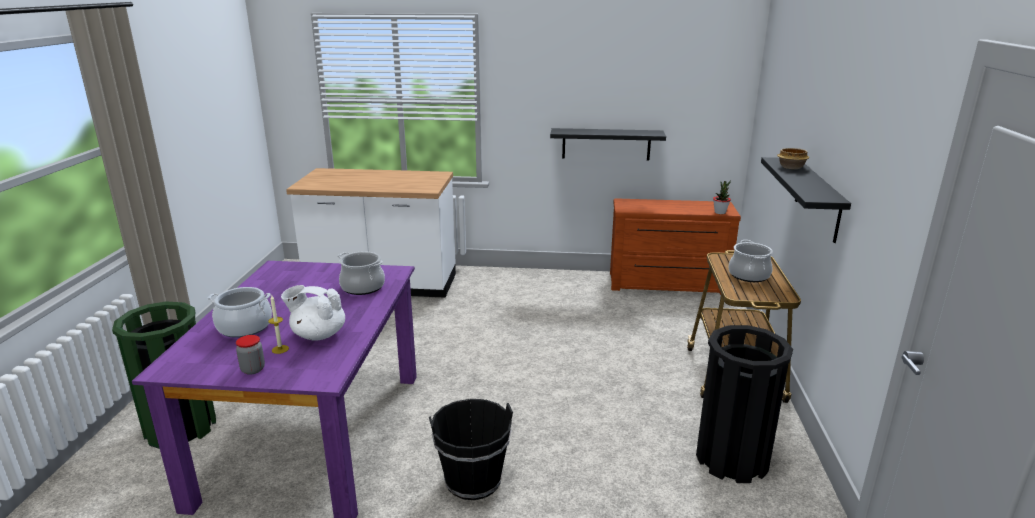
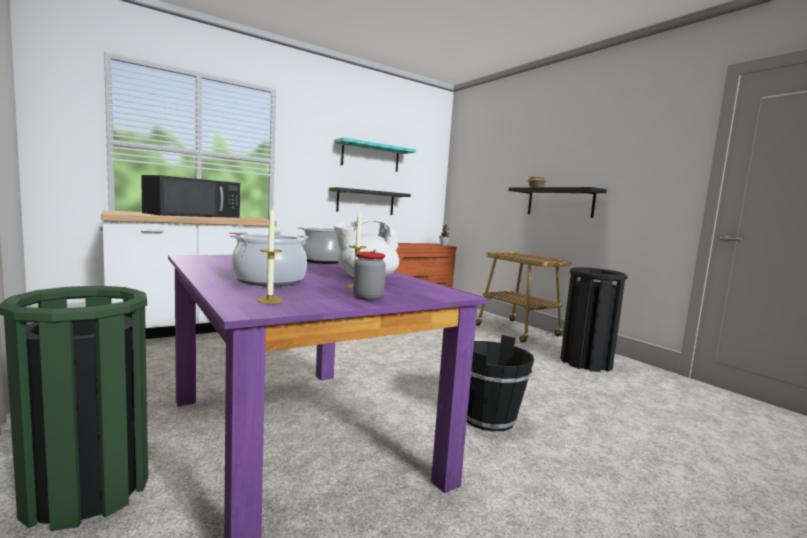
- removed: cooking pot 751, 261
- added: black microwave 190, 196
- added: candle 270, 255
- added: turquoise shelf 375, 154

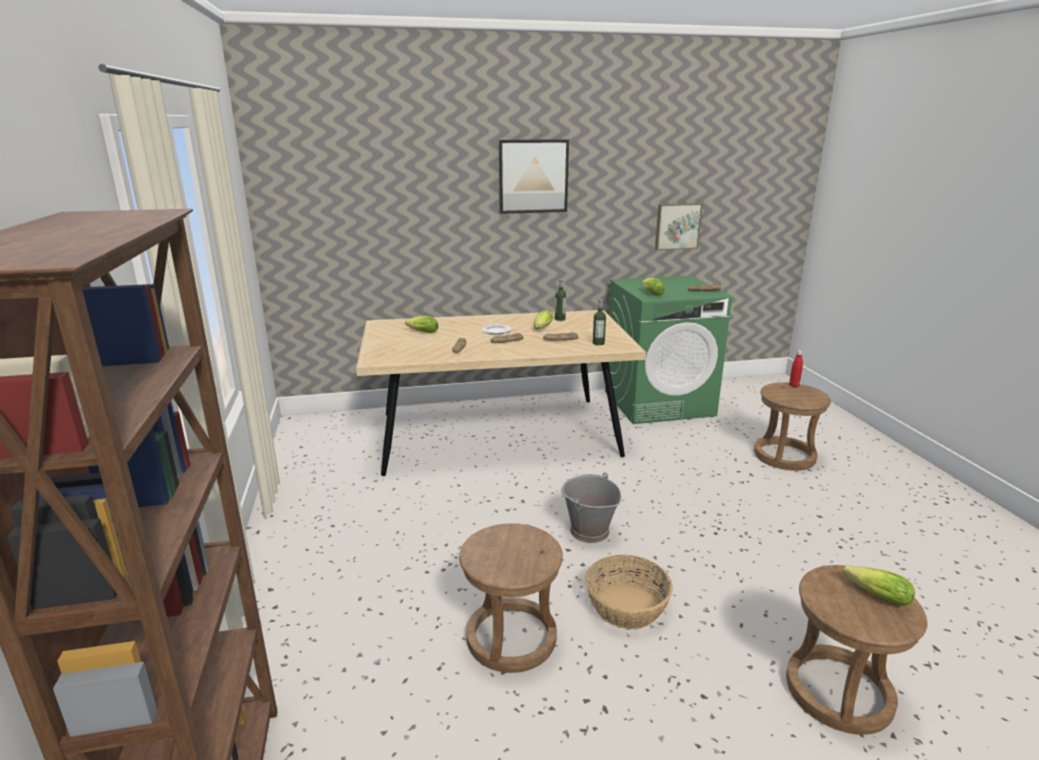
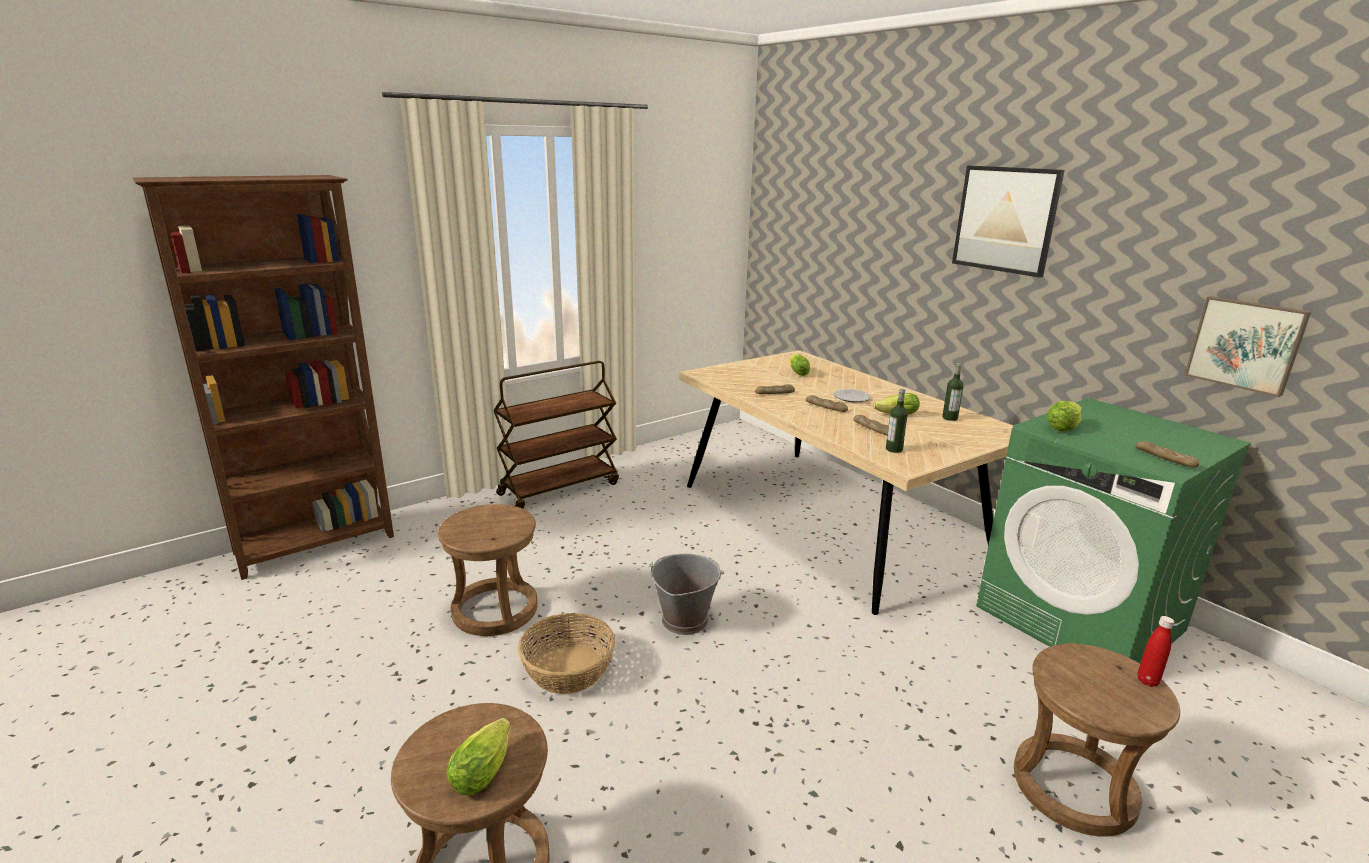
- added: brown cart 556, 435

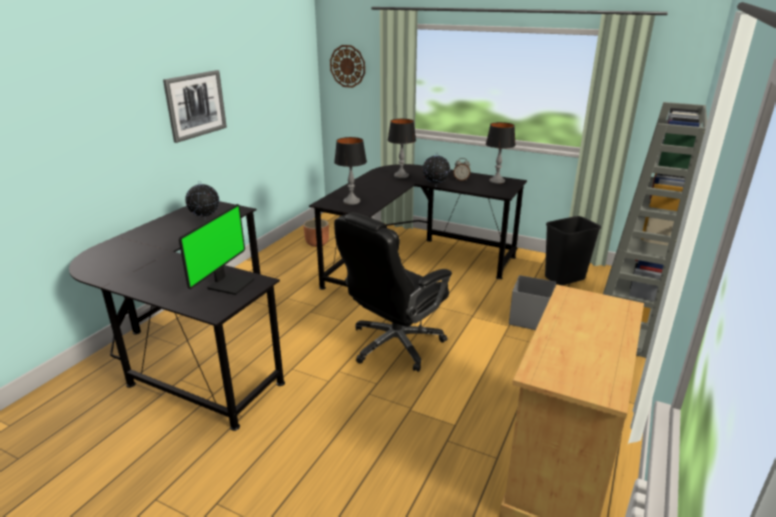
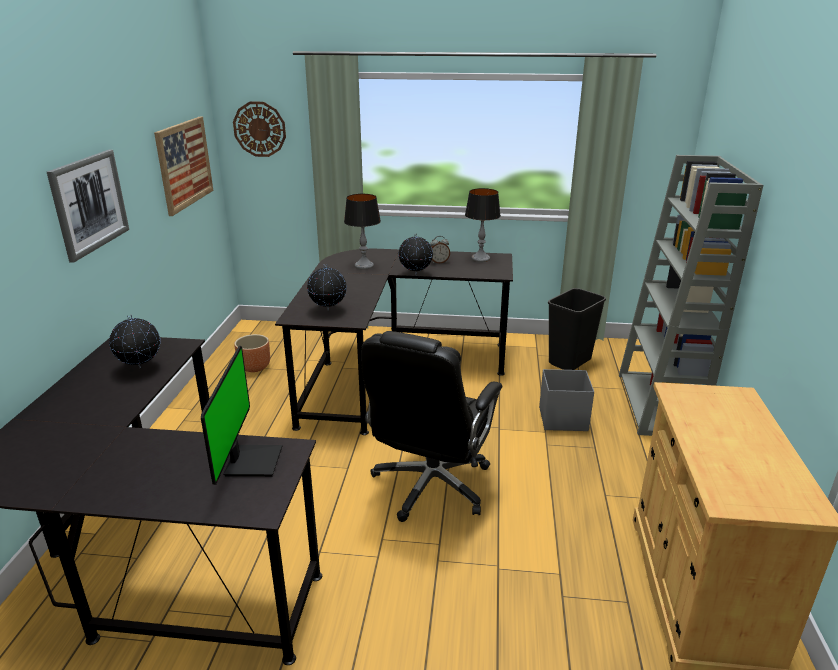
- added: picture 183, 166
- replaced: table lamp 350, 171 to globe 327, 287

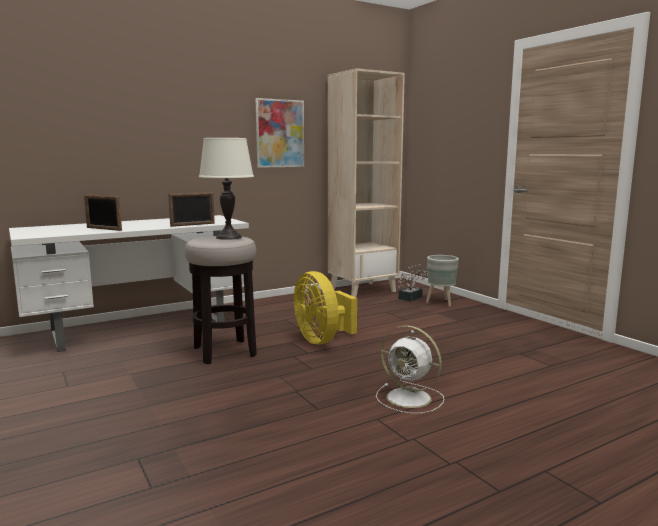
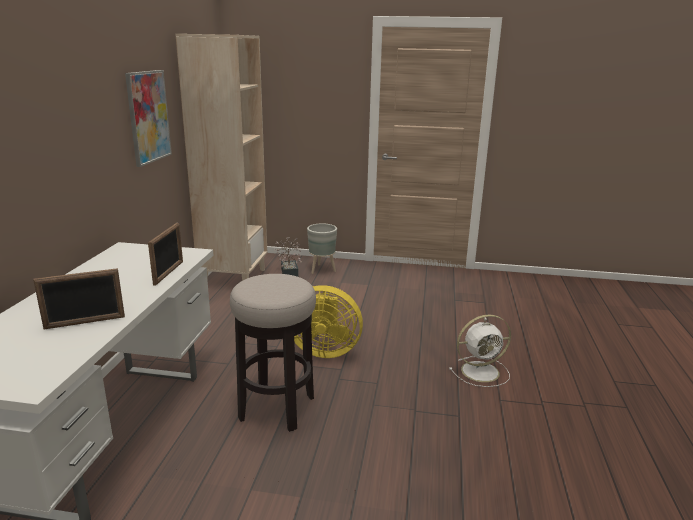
- removed: white table lamp 226, 189

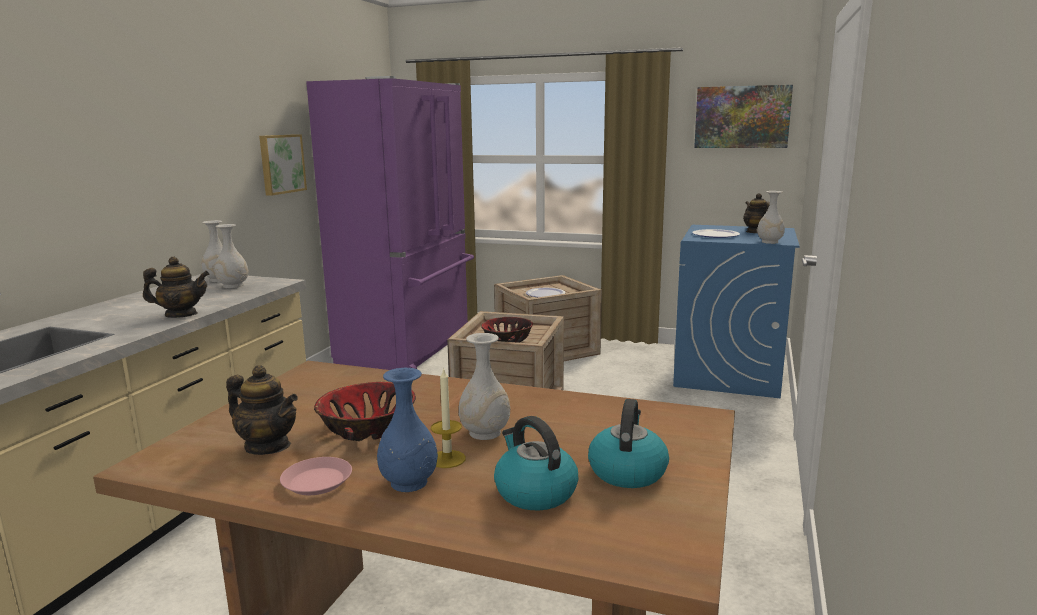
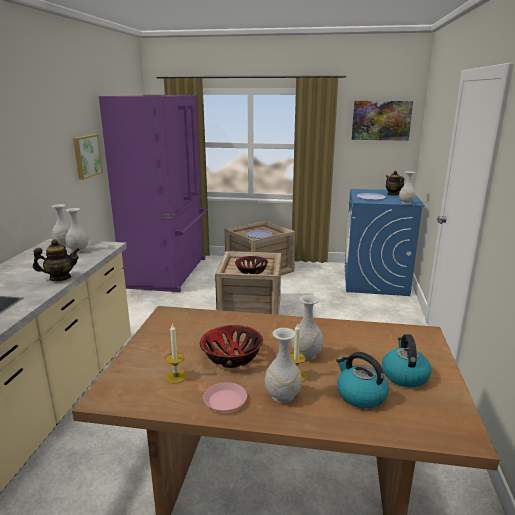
- replaced: teapot 262, 410 to candle 176, 354
- recoloured: blue vase 407, 430 to white vase 283, 365

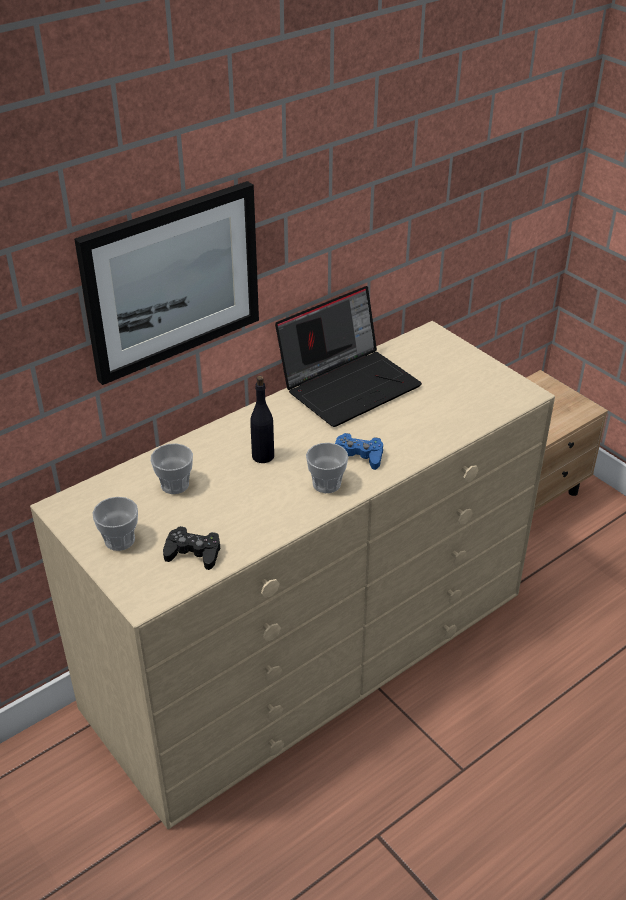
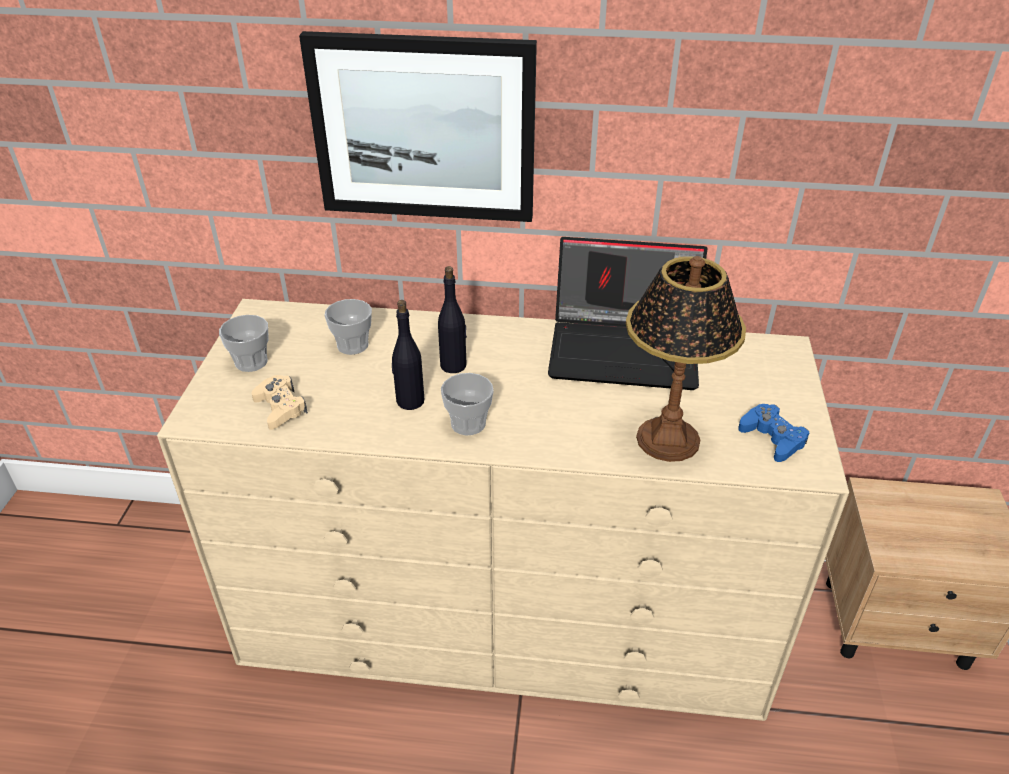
- added: black bottle 408, 355
- added: table lamp 686, 359
- moved: blue game controller 359, 451 to 774, 433
- recoloured: black game controller 191, 548 to beige game controller 280, 402

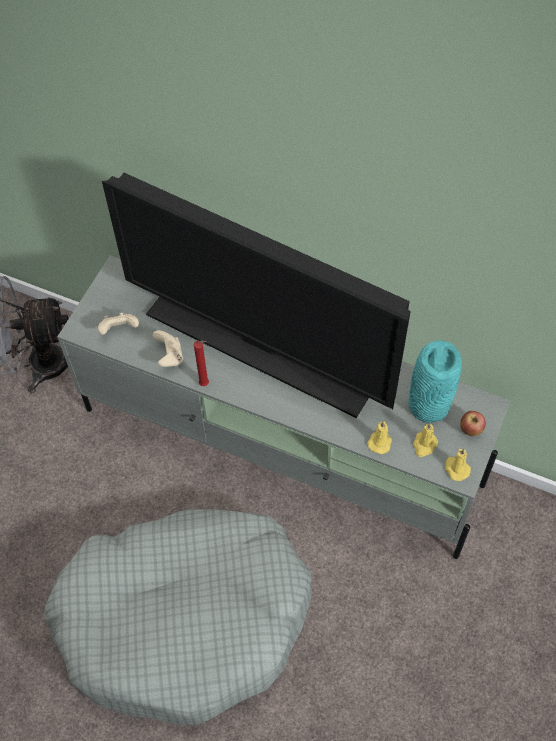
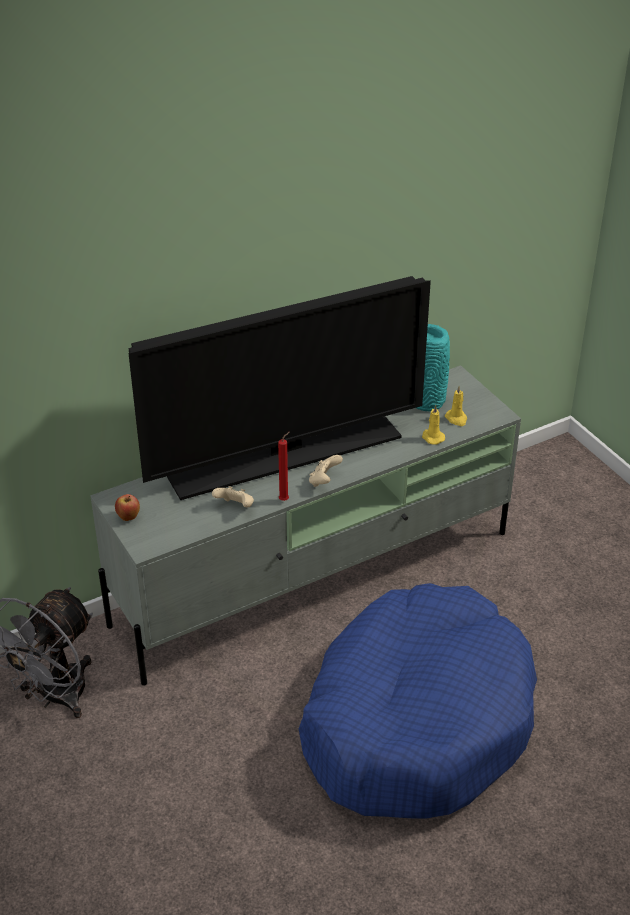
- removed: yellow candle 458, 465
- moved: beige game controller 118, 324 to 326, 471
- moved: apple 473, 424 to 127, 507
- recoloured: grey dog bed 178, 617 to blue dog bed 418, 700

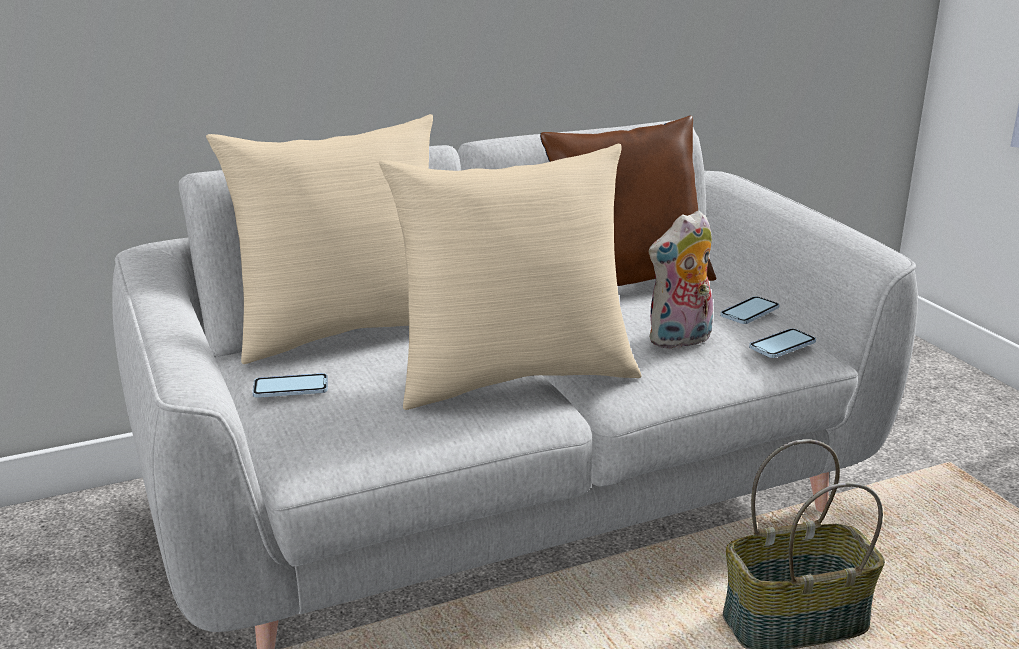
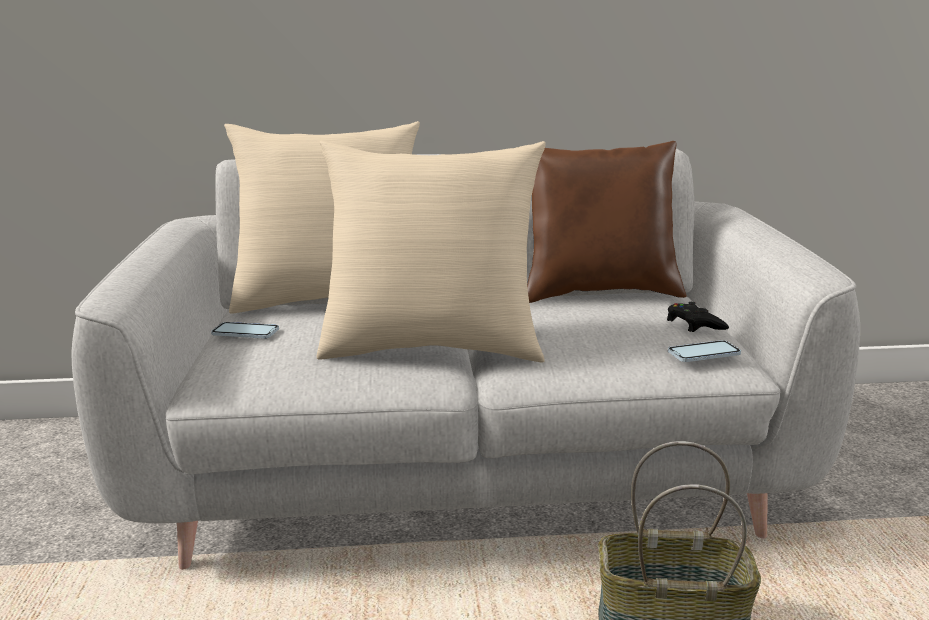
- removed: plush toy 681, 280
- replaced: phone 750, 310 to black game controller 698, 317

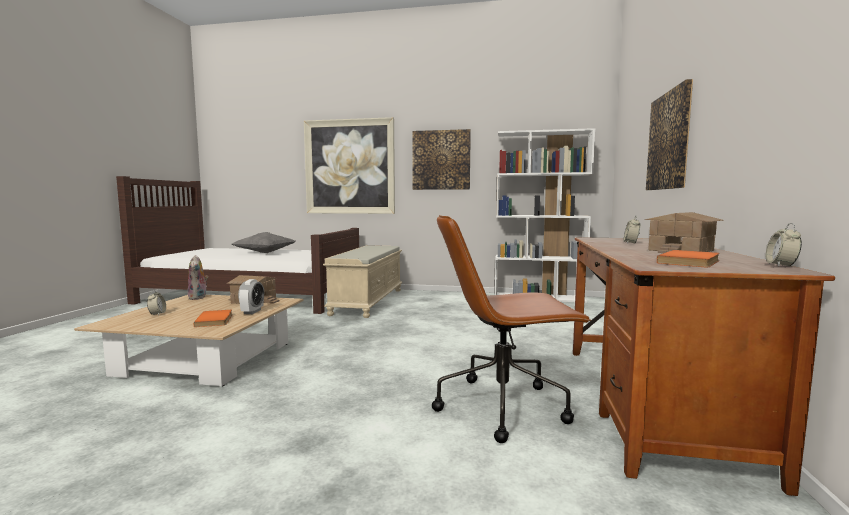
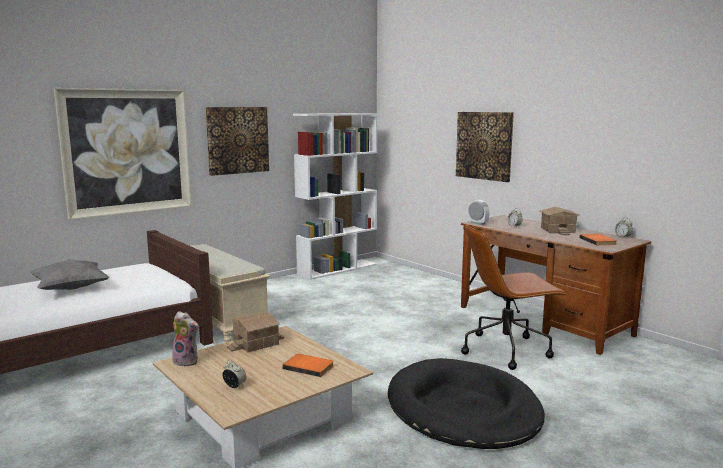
- added: black dog bed 466, 403
- moved: alarm clock 251, 296 to 479, 212
- turned: brown office chair 512, 329 = 513, 297 45 degrees clockwise

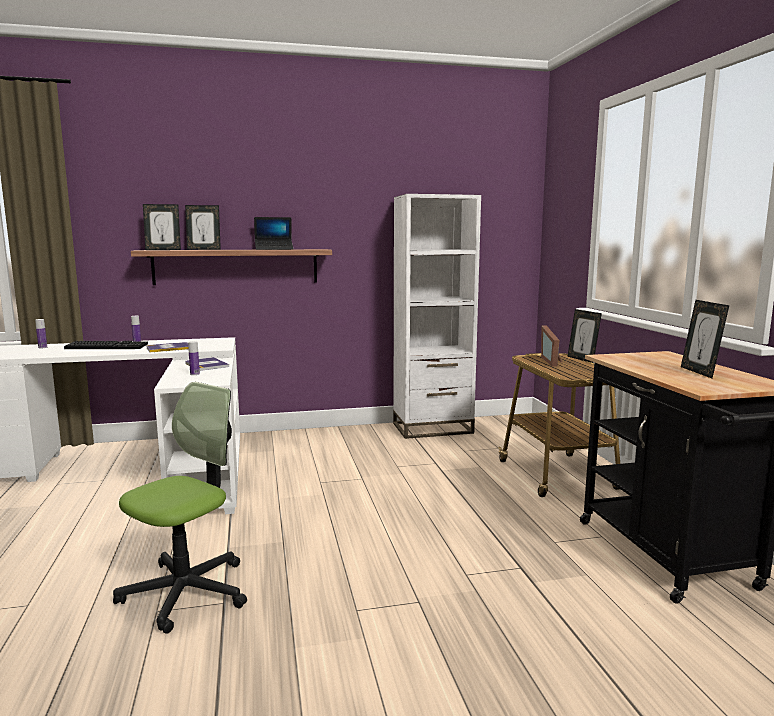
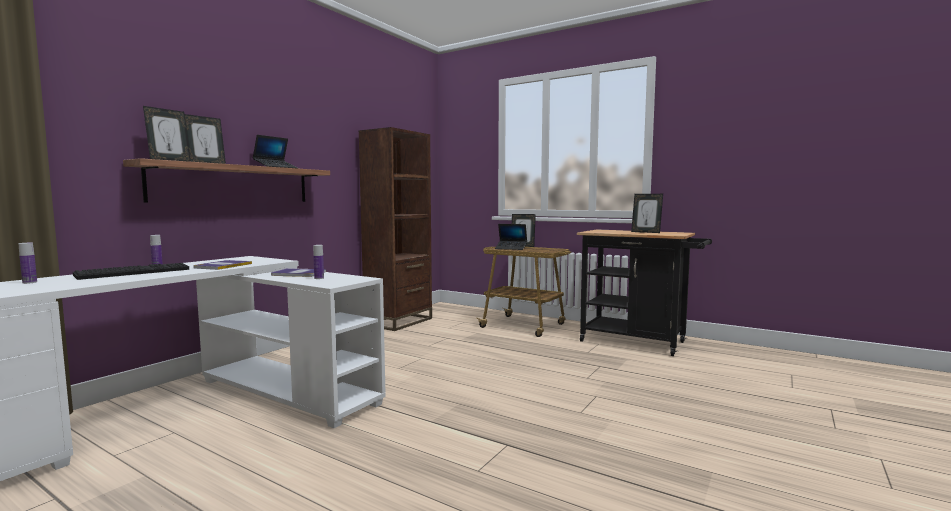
- removed: office chair 180, 508
- replaced: picture frame 552, 346 to laptop 511, 237
- recoloured: white bookcase 437, 316 to brown bookcase 395, 229

